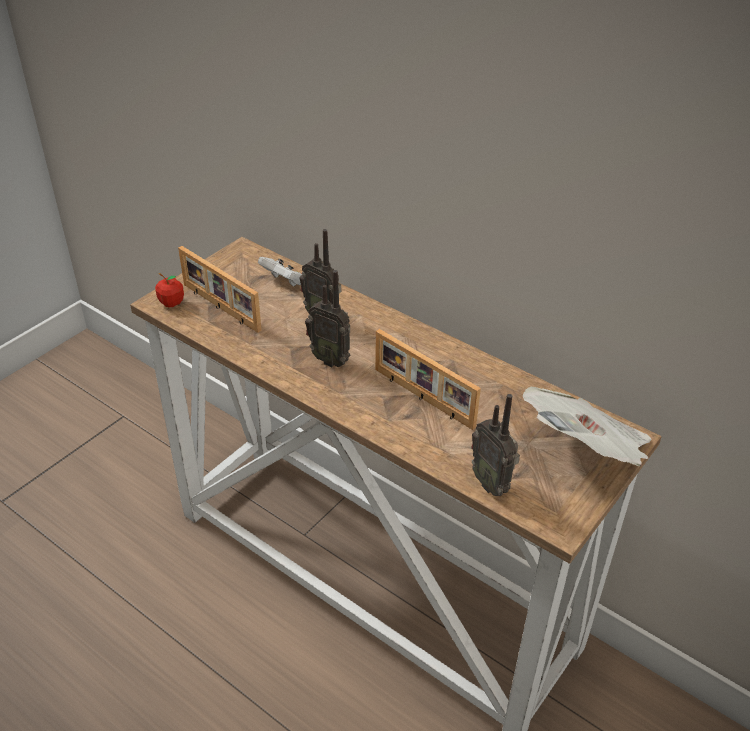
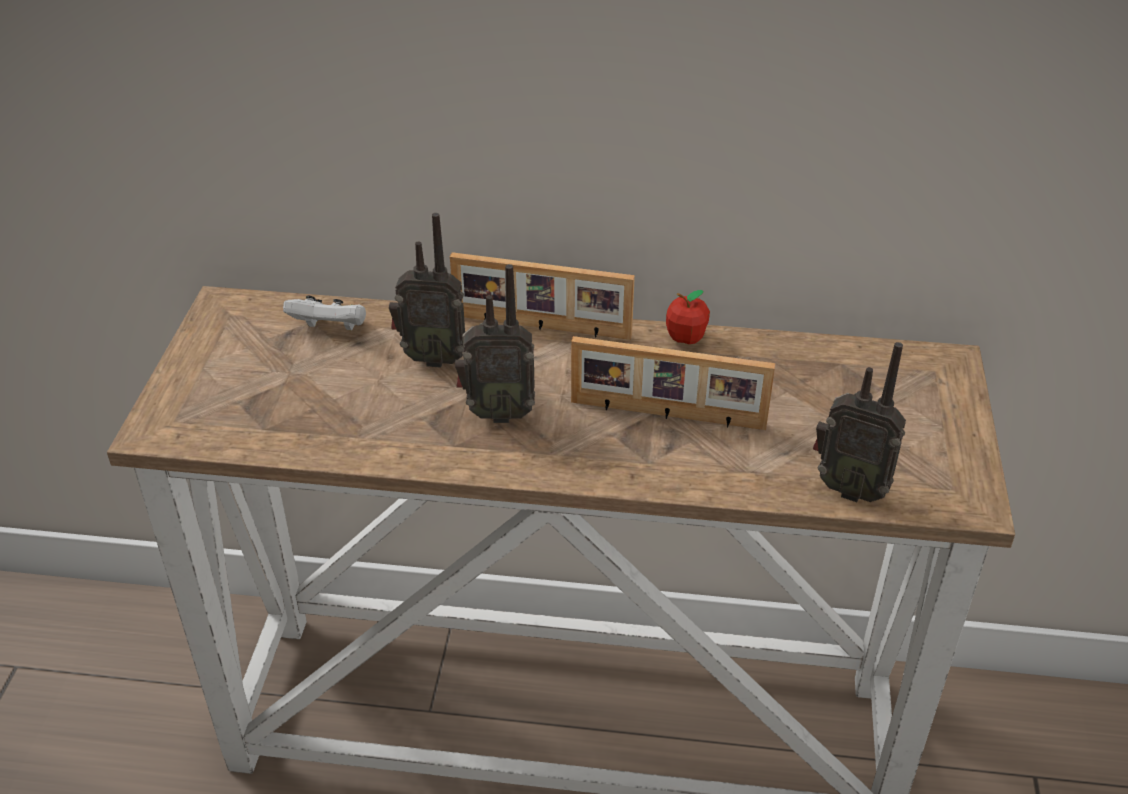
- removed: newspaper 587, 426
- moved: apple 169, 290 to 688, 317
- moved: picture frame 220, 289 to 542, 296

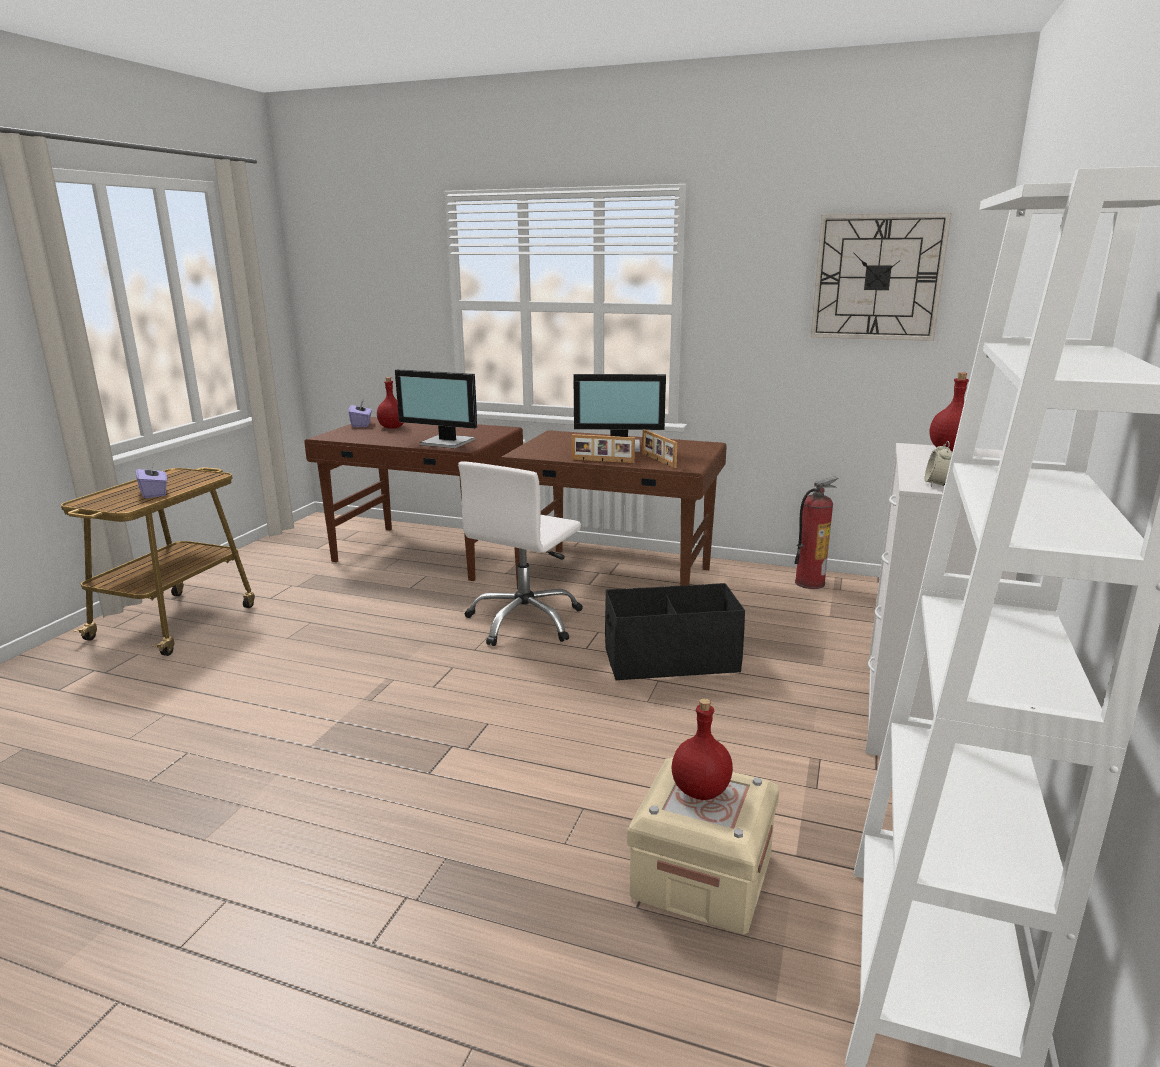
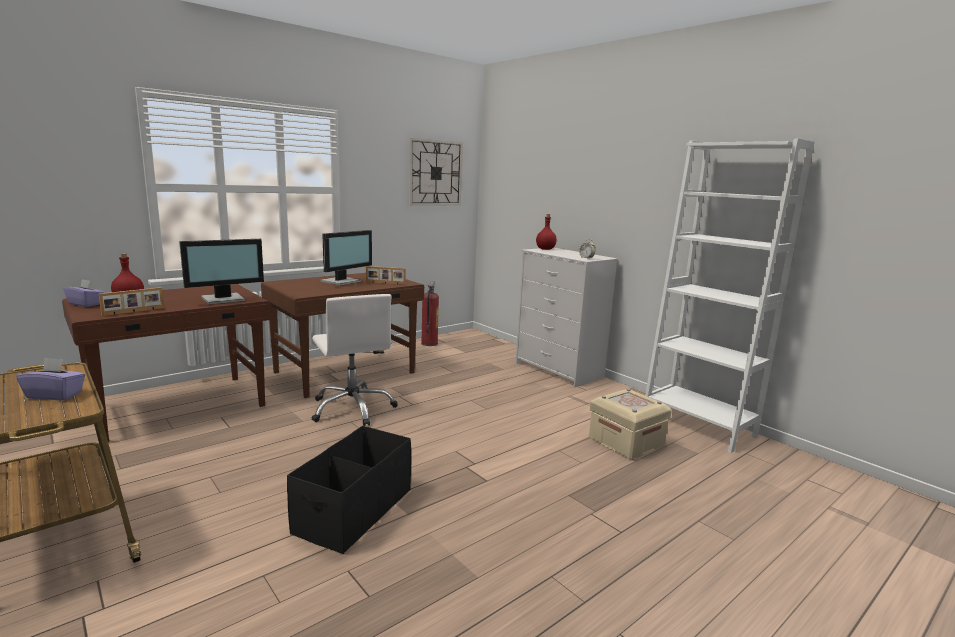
- removed: red bottle 702, 749
- moved: picture frame 603, 448 to 131, 301
- moved: black storage box 675, 632 to 349, 490

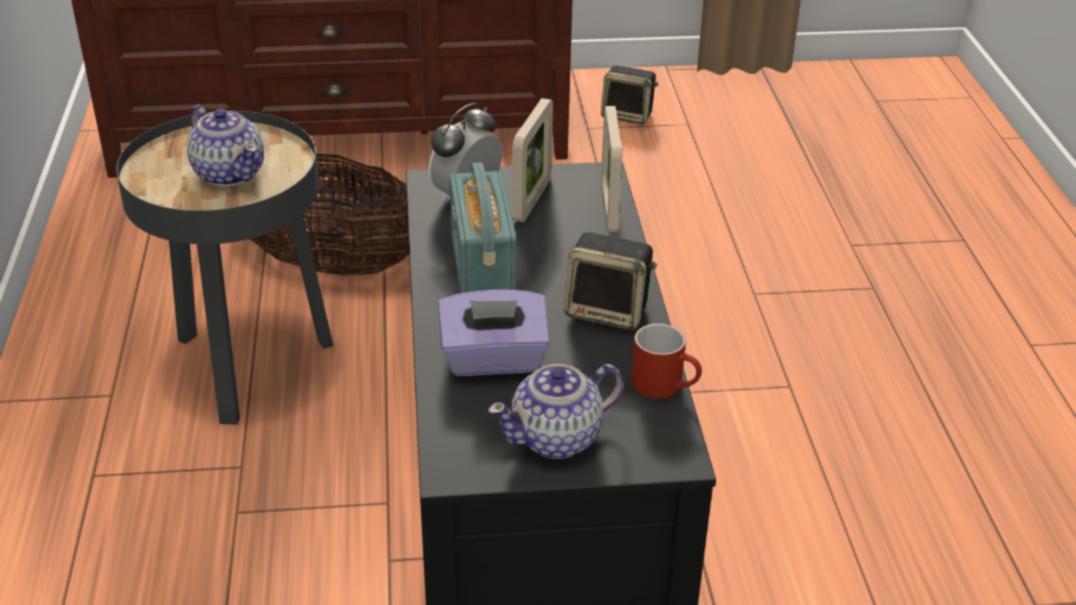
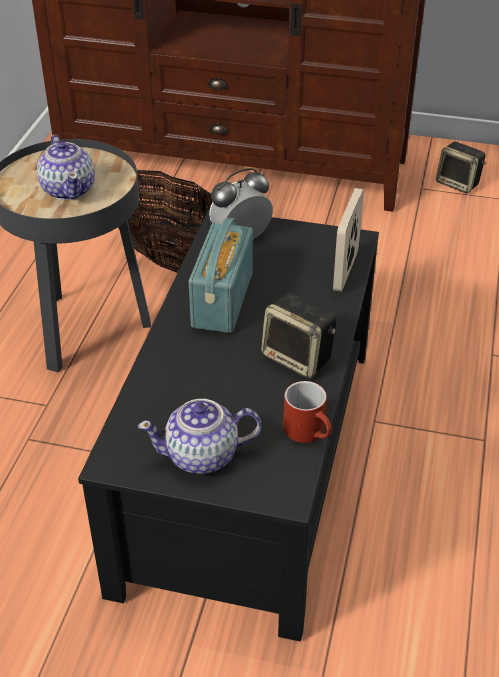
- removed: purple tissue box 494, 333
- removed: picture frame 532, 160

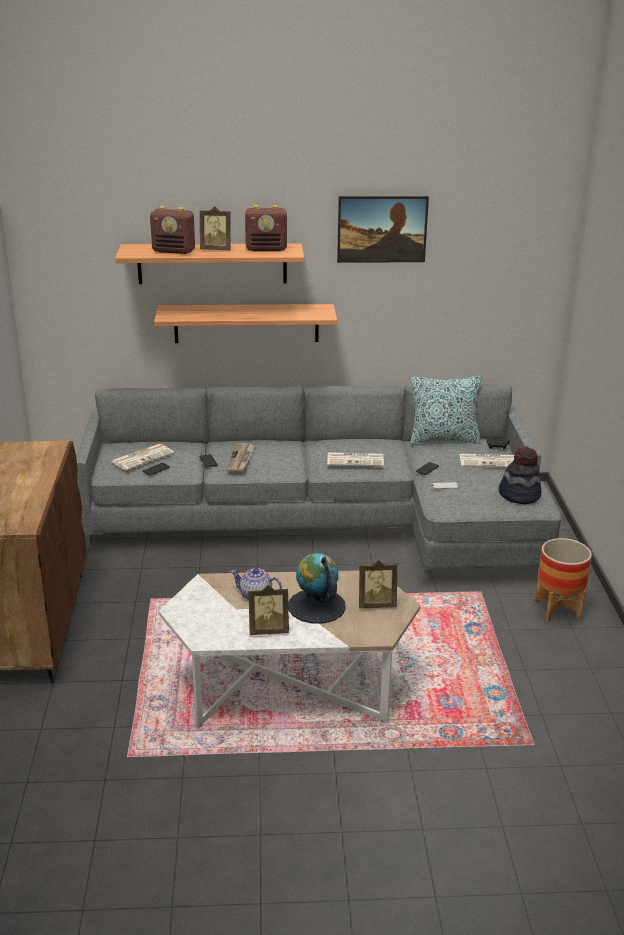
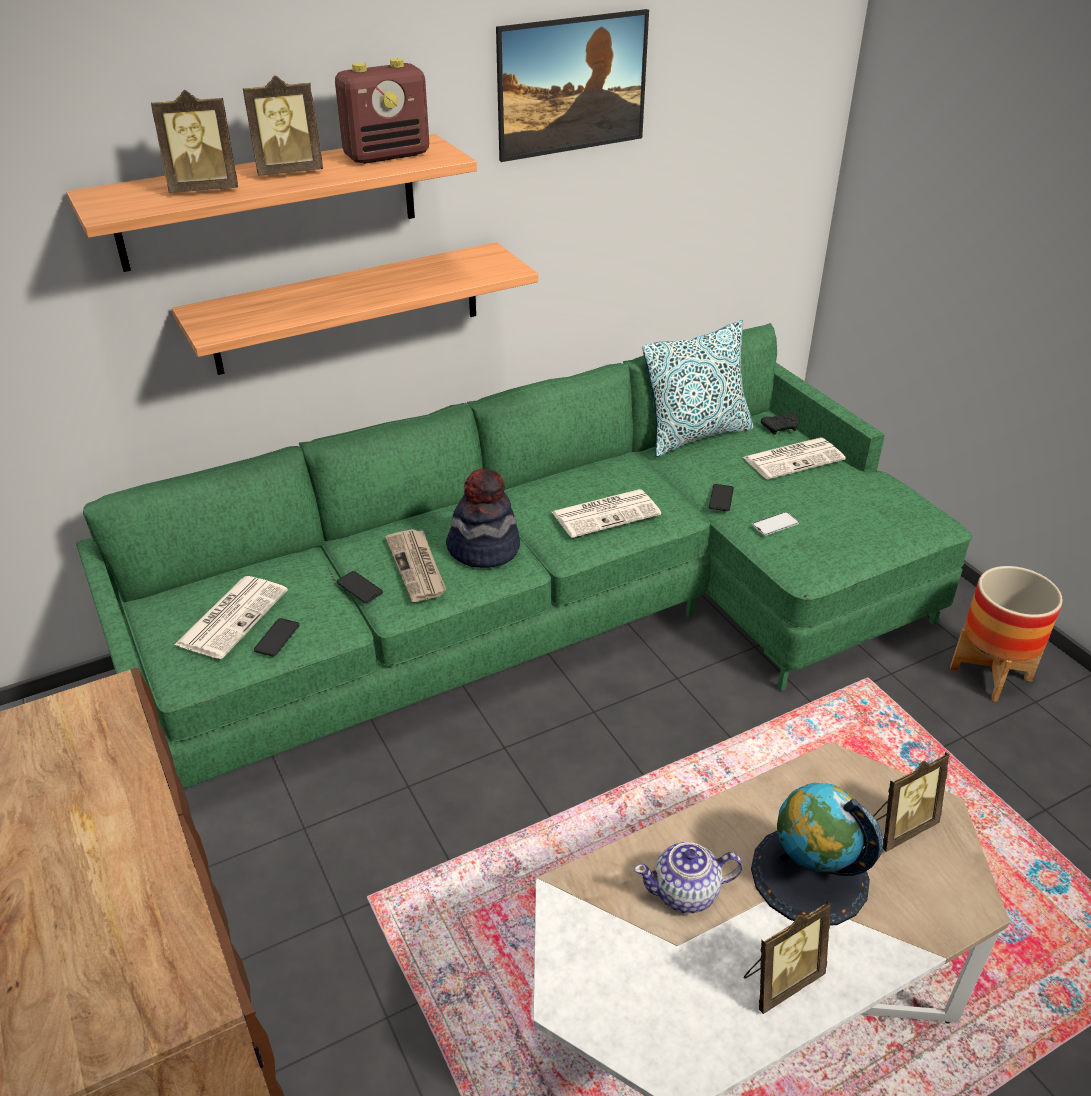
- moved: hat 520, 475 to 483, 518
- replaced: radio 172, 230 to picture frame 194, 141
- recoloured: grey sofa 319, 483 to green sofa 524, 556

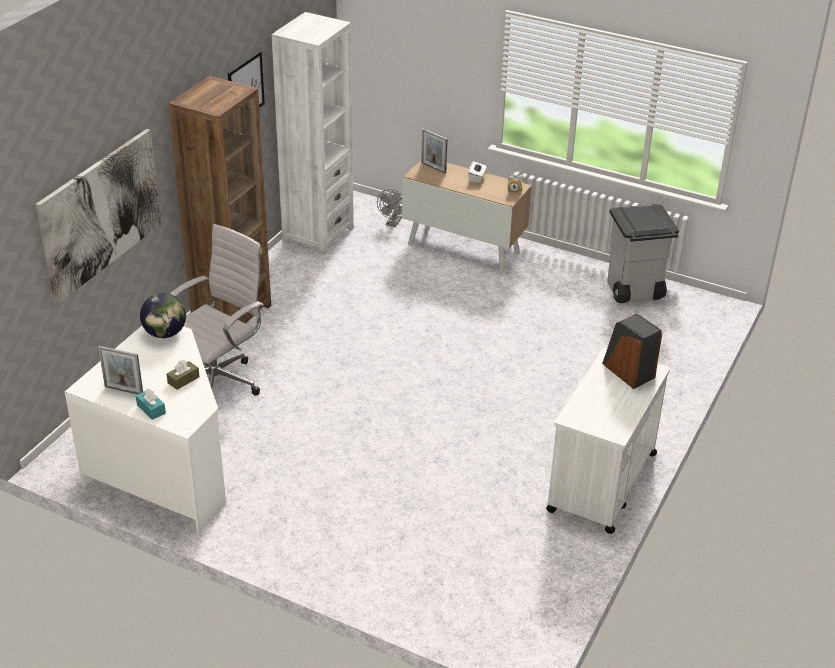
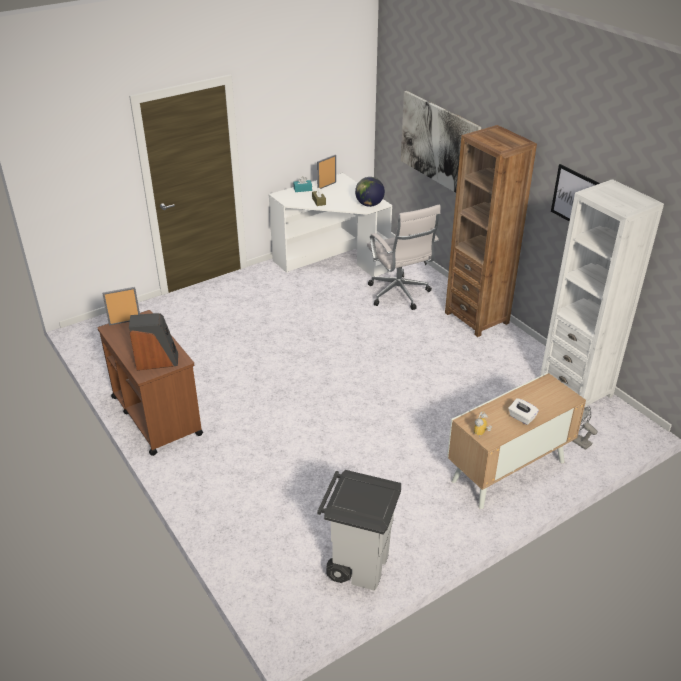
- moved: picture frame 434, 151 to 121, 306
- recoloured: white cart 608, 440 to brown cart 150, 383

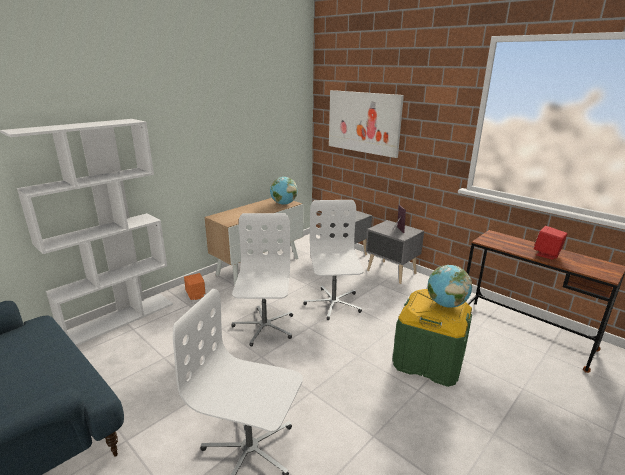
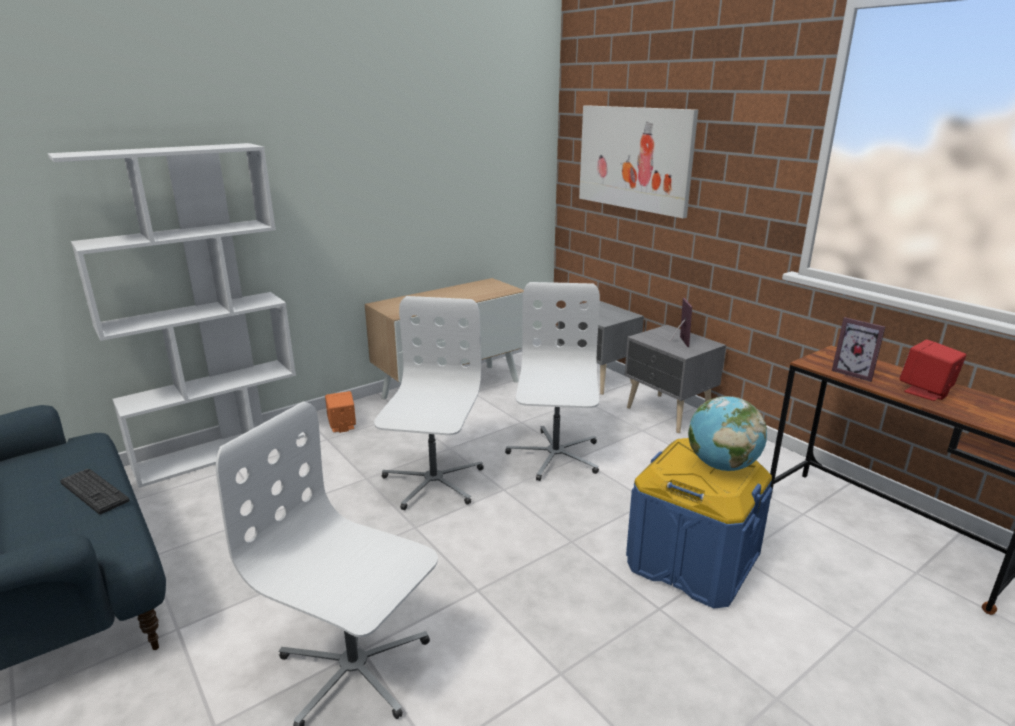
- removed: globe 284, 191
- added: keyboard 95, 492
- added: picture frame 858, 349
- recoloured: green storage box 432, 338 to blue storage box 699, 523

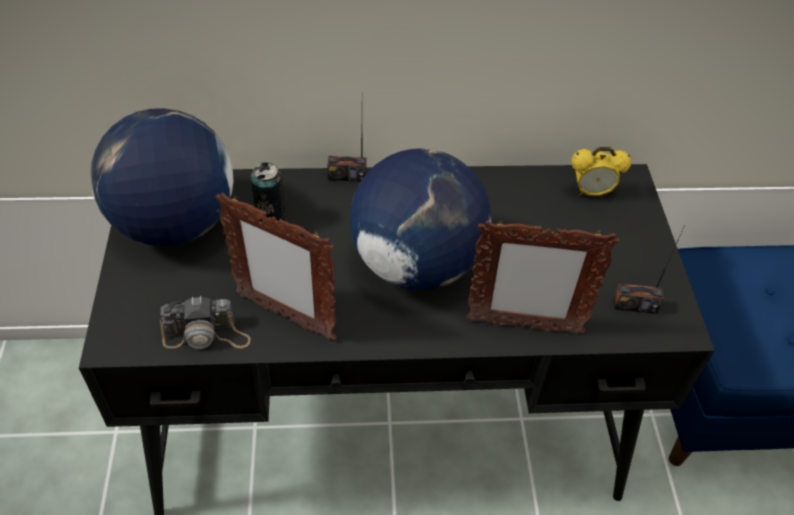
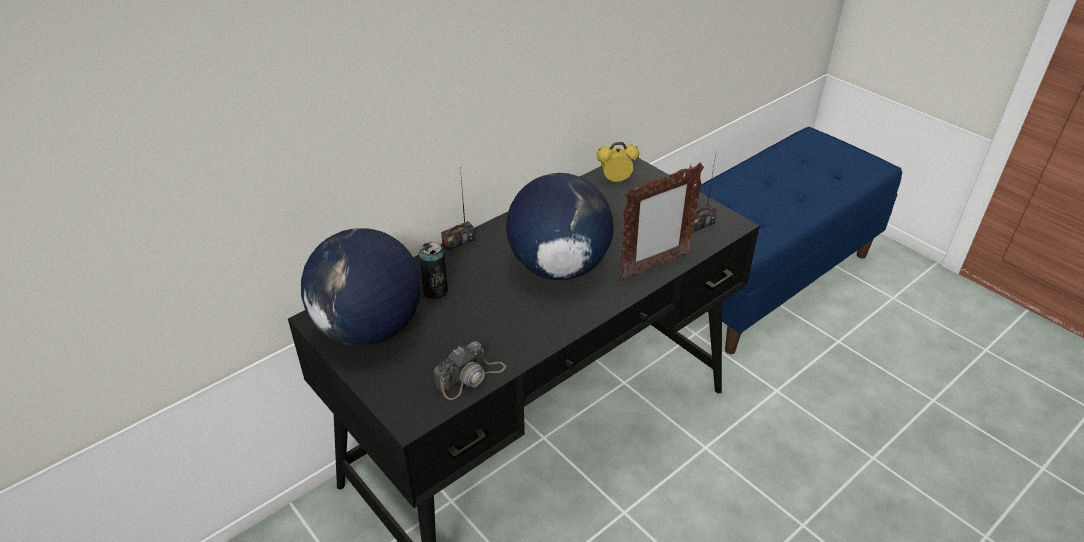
- removed: picture frame 276, 266
- turned: alarm clock 601, 172 = 618, 162 150 degrees counterclockwise

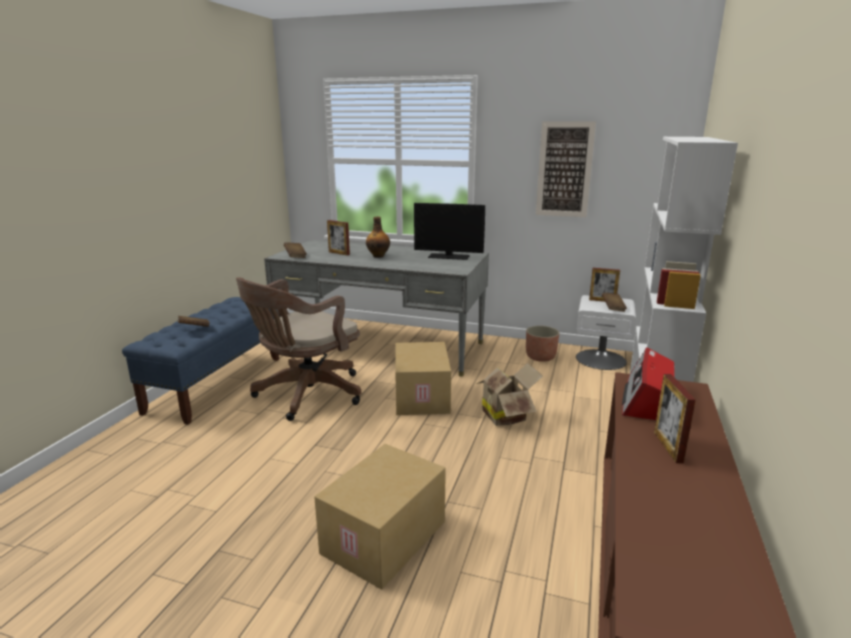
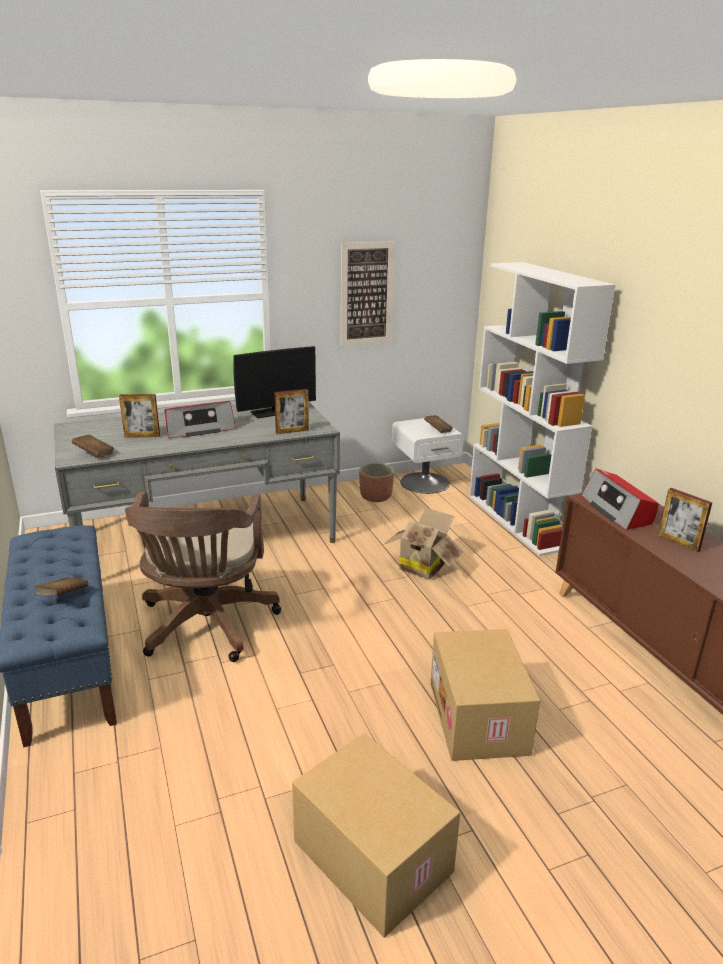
- moved: cardboard box 423, 378 to 376, 835
- moved: picture frame 604, 285 to 291, 411
- replaced: bottle 378, 237 to radio 200, 420

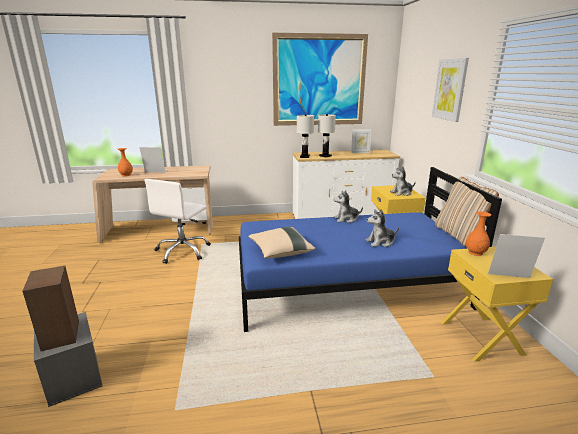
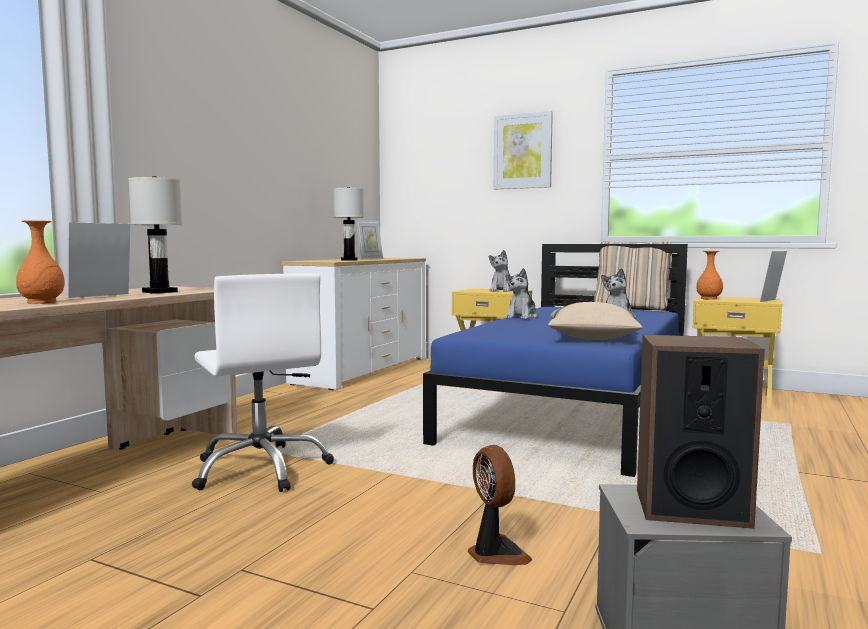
- removed: picture 320, 79
- added: fan 500, 505
- moved: white table lamp 305, 136 to 155, 235

